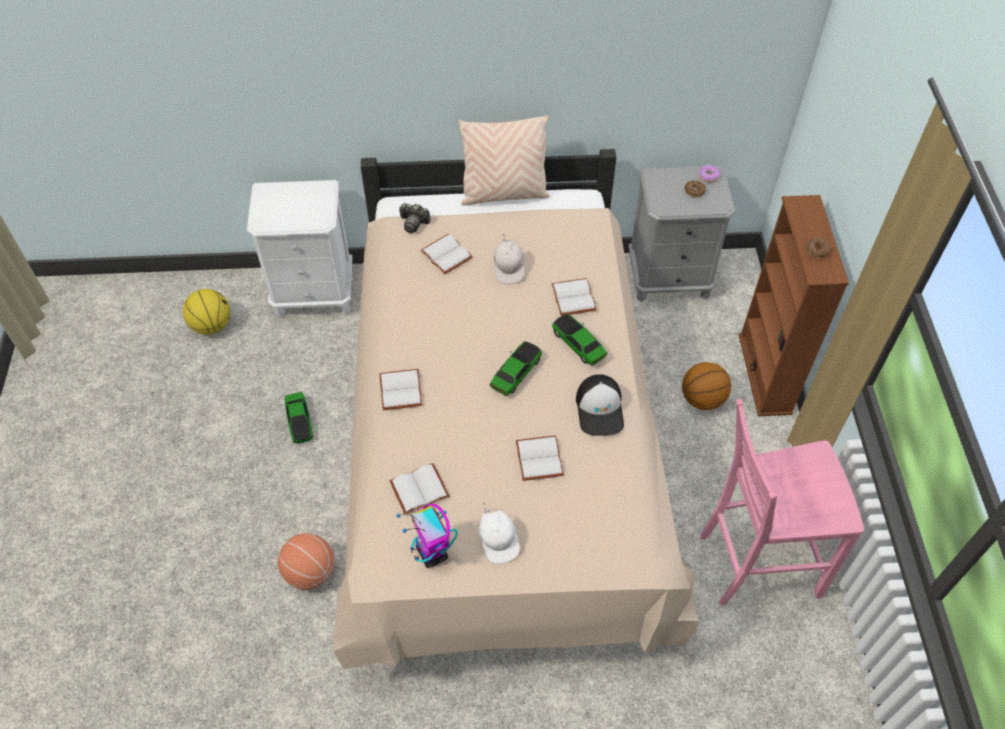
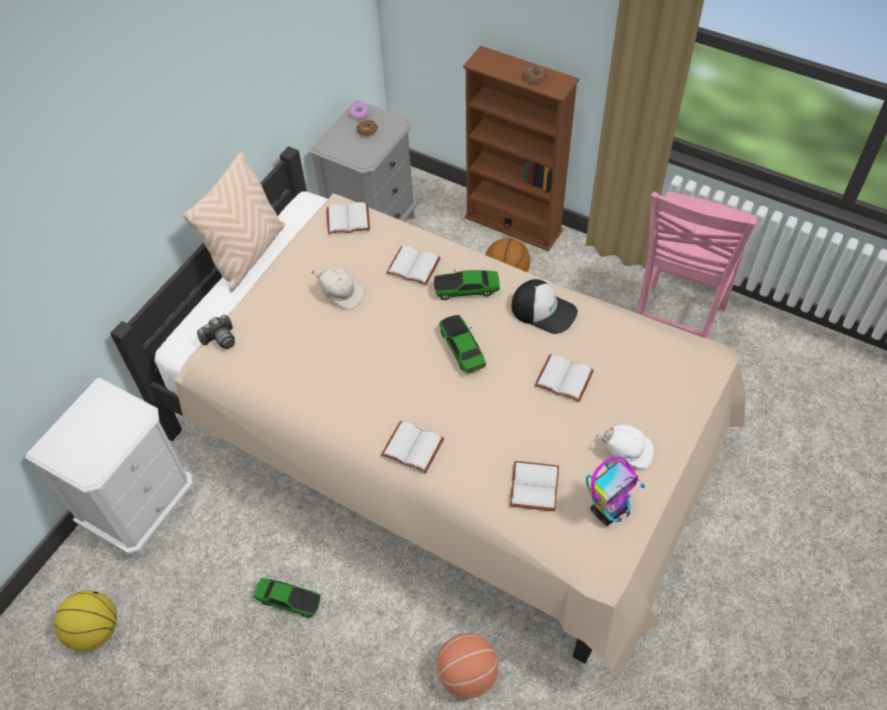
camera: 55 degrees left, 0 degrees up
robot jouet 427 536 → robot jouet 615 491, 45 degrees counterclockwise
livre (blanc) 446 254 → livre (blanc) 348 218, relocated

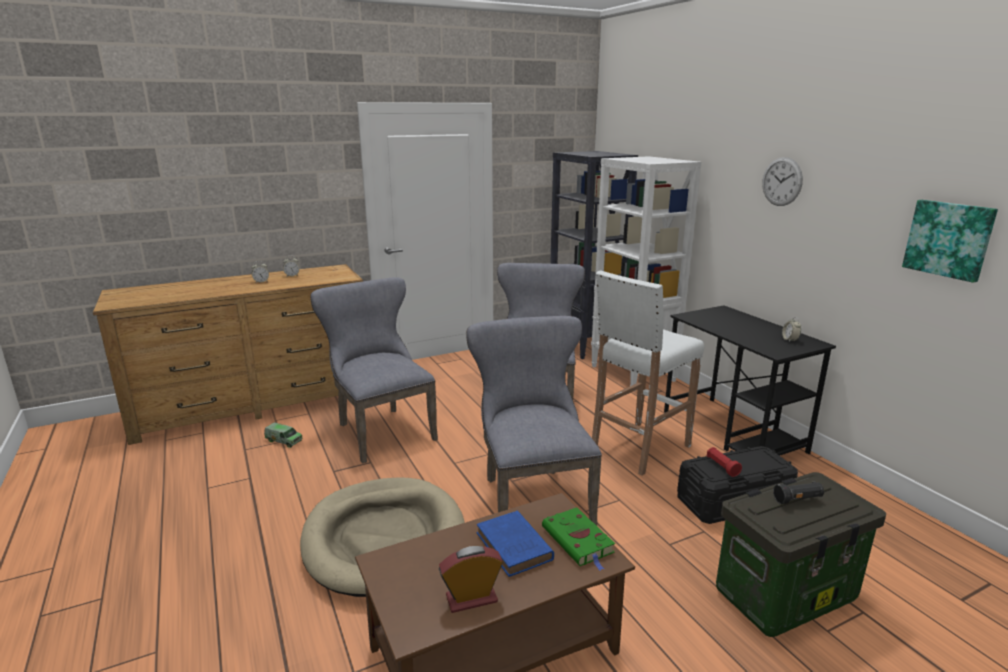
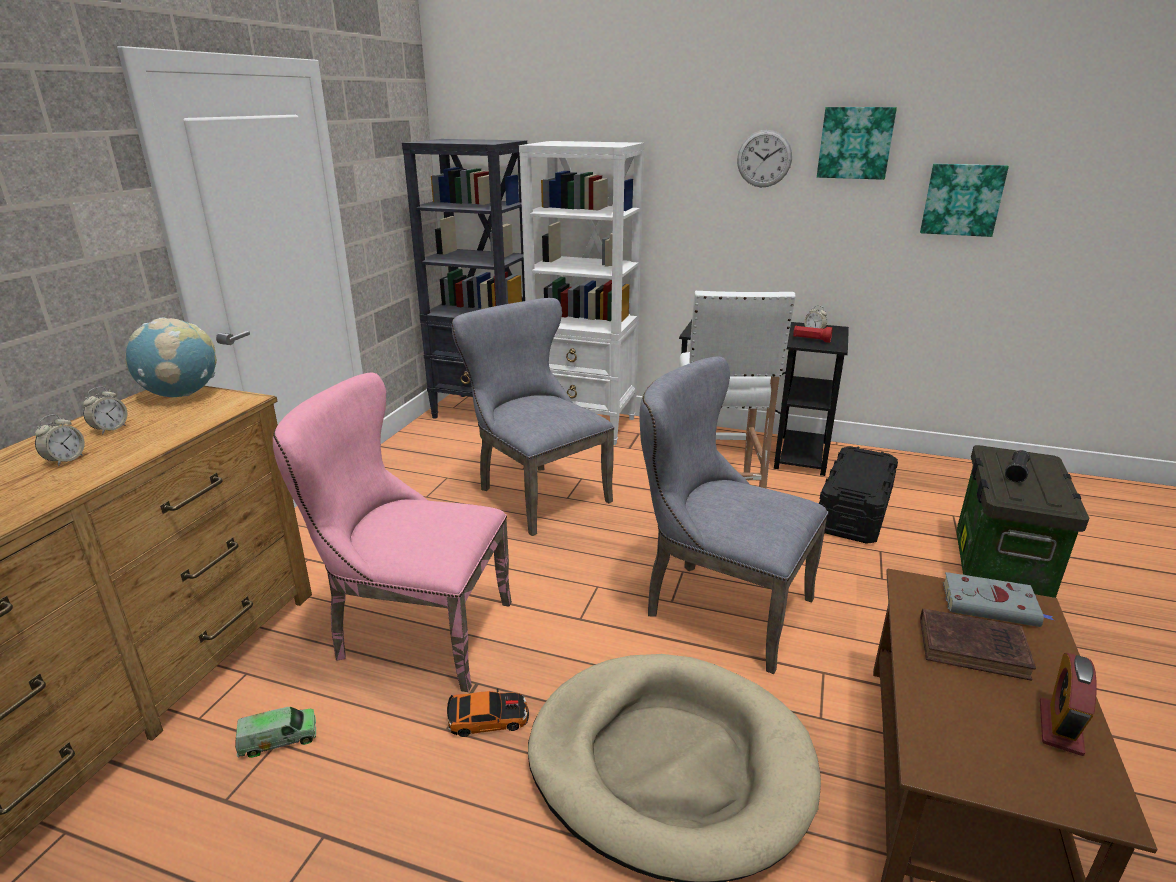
camera: 45 degrees left, 5 degrees up
chaise (gris) 374 370 → chaise (rose) 392 532
livre (bleu) 515 544 → livre (marron) 978 644
livre (vert) 578 539 → livre (gris) 998 599
lampe de poche (rouge) 724 462 → lampe de poche (rouge) 813 334, relocated
- → globe 171 357
- → petite voiture 488 713
- → tableau 857 143

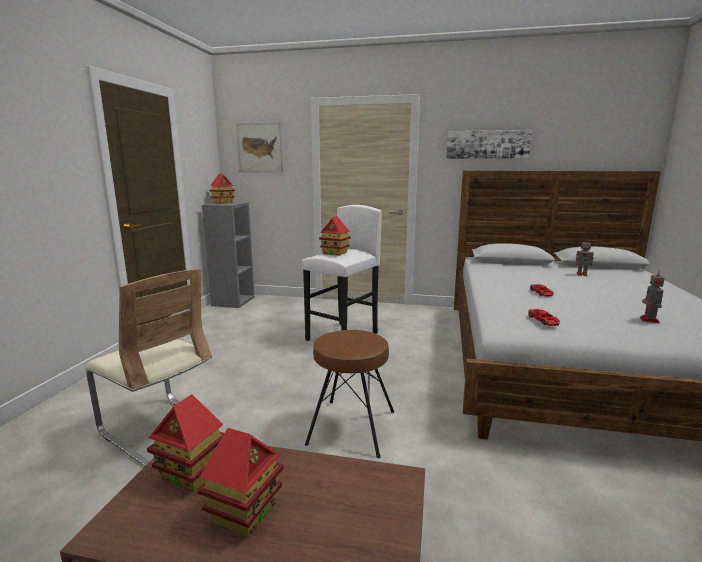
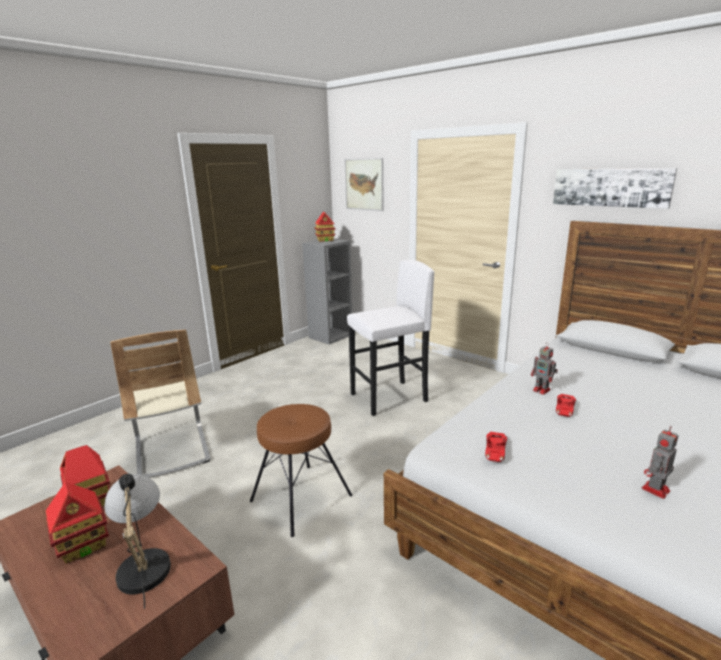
camera: 30 degrees right, 5 degrees up
maison miniature 335 236 → -
robot jouet 585 258 → robot jouet 544 368, relocated
- → lampe de table 138 541

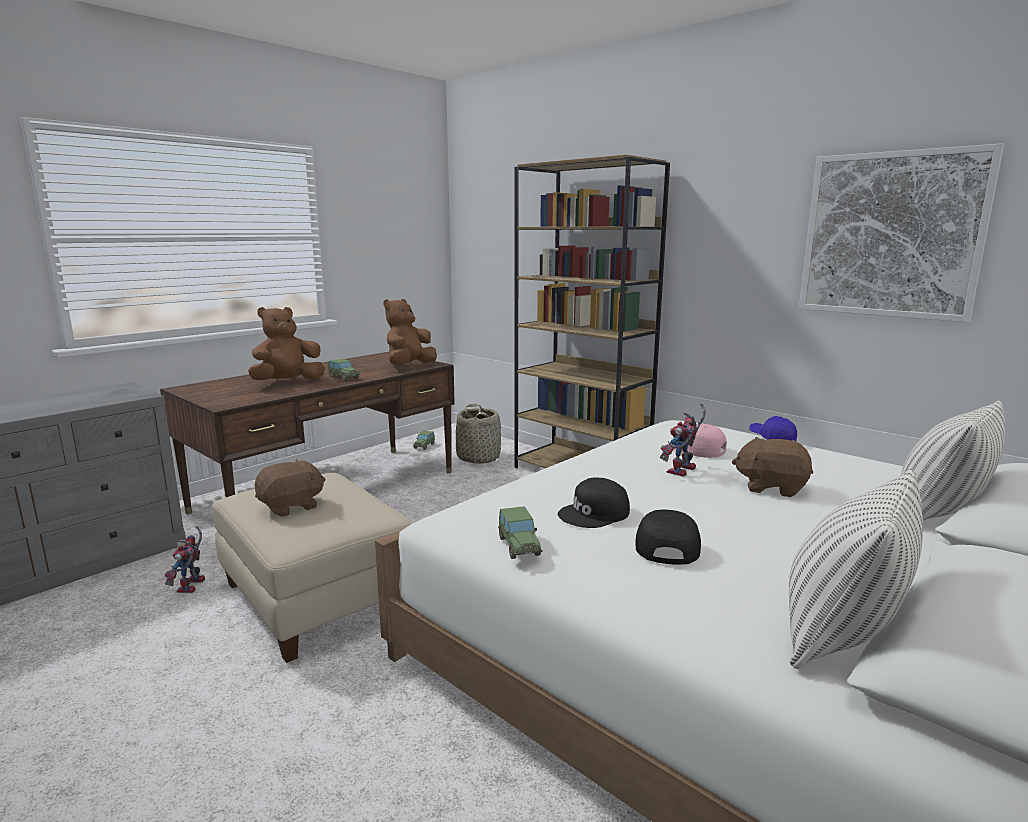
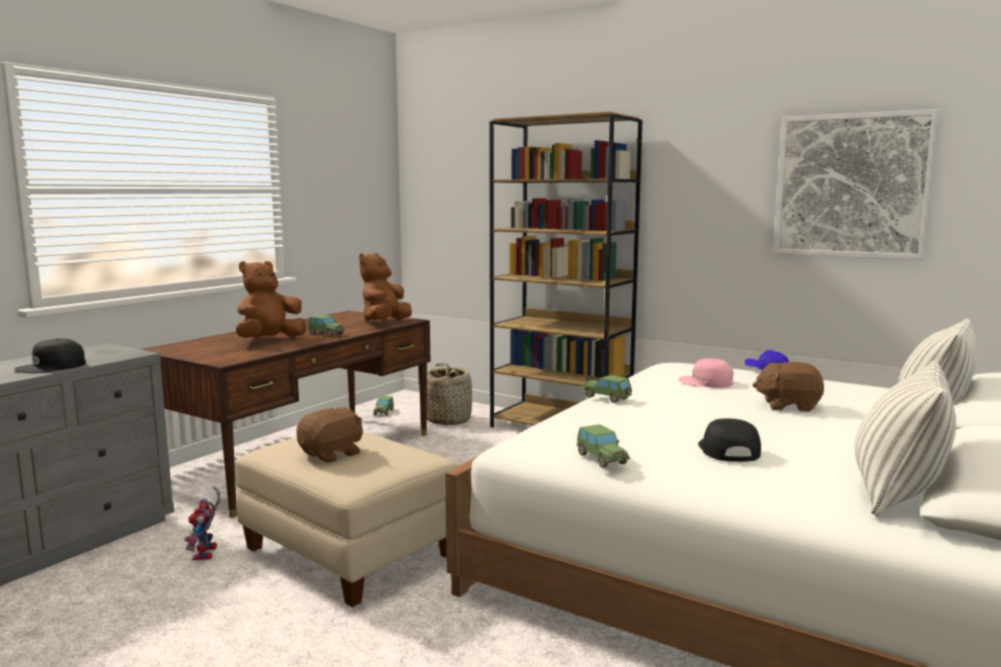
camera: 10 degrees left, 5 degrees down
casquette (noir) 594 503 → casquette (noir) 50 355, relocated
robot jouet 683 440 → -
- → petite voiture 607 389

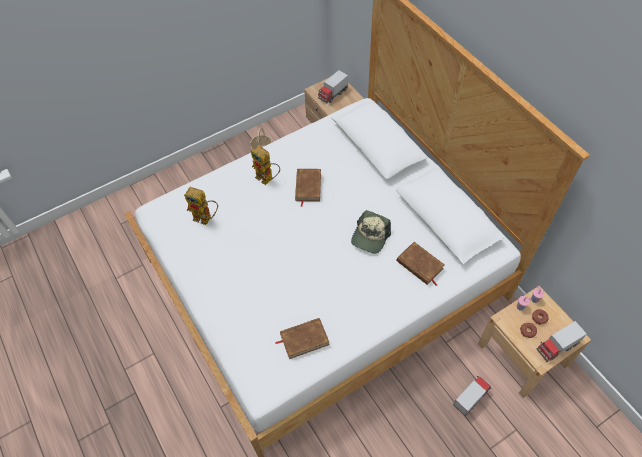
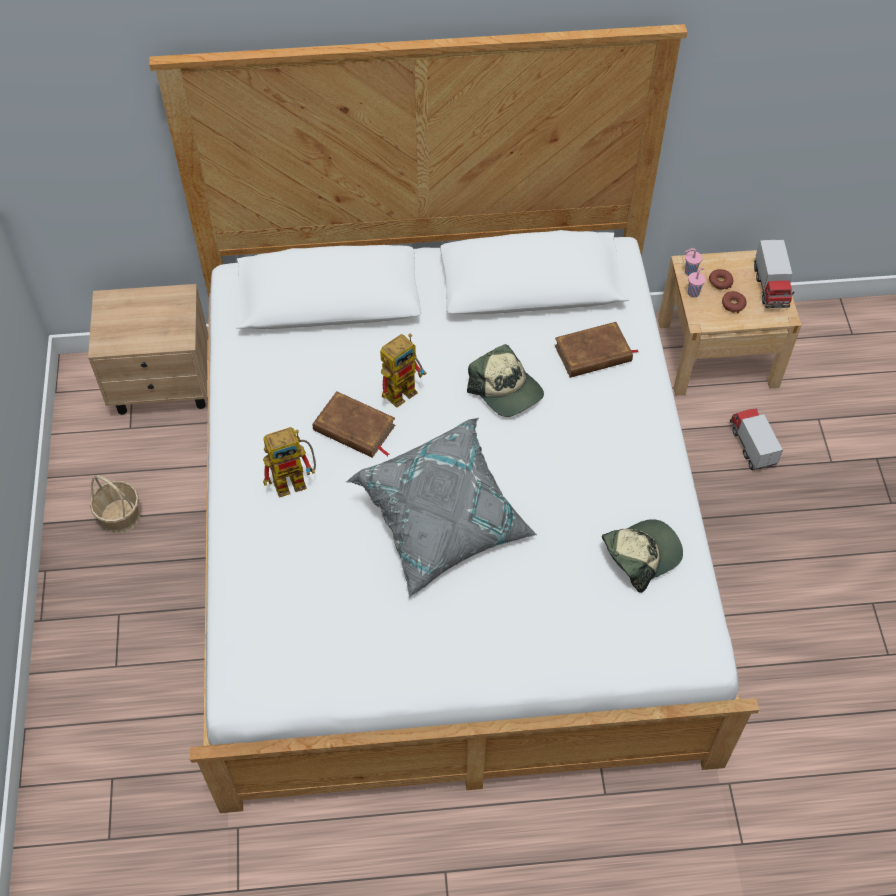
camera: 65 degrees left, 0 degrees up
robot jouet 201 206 → robot jouet 403 371, relocated
livre (marron) 302 338 → casquette 642 556
camion jouet 333 86 → -
- → coussin (gris) 441 508

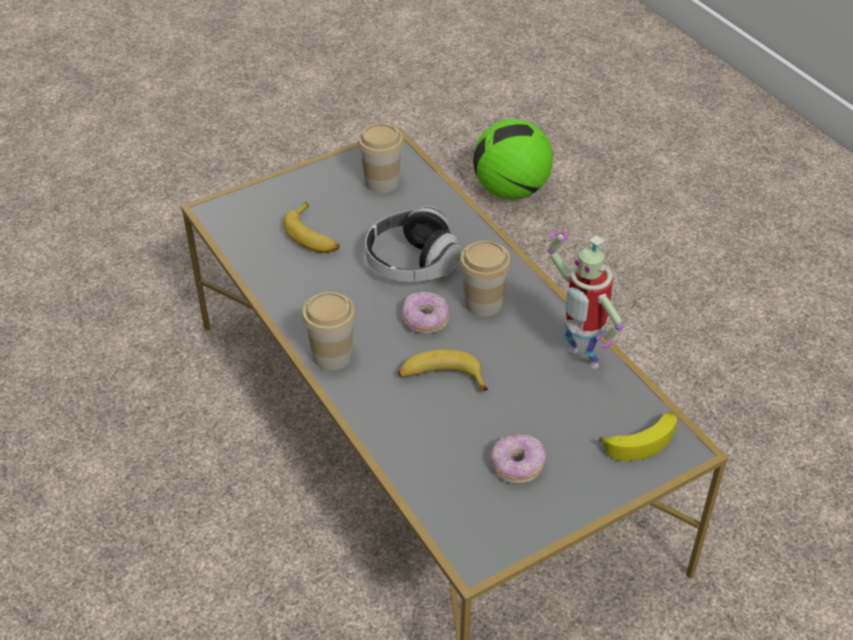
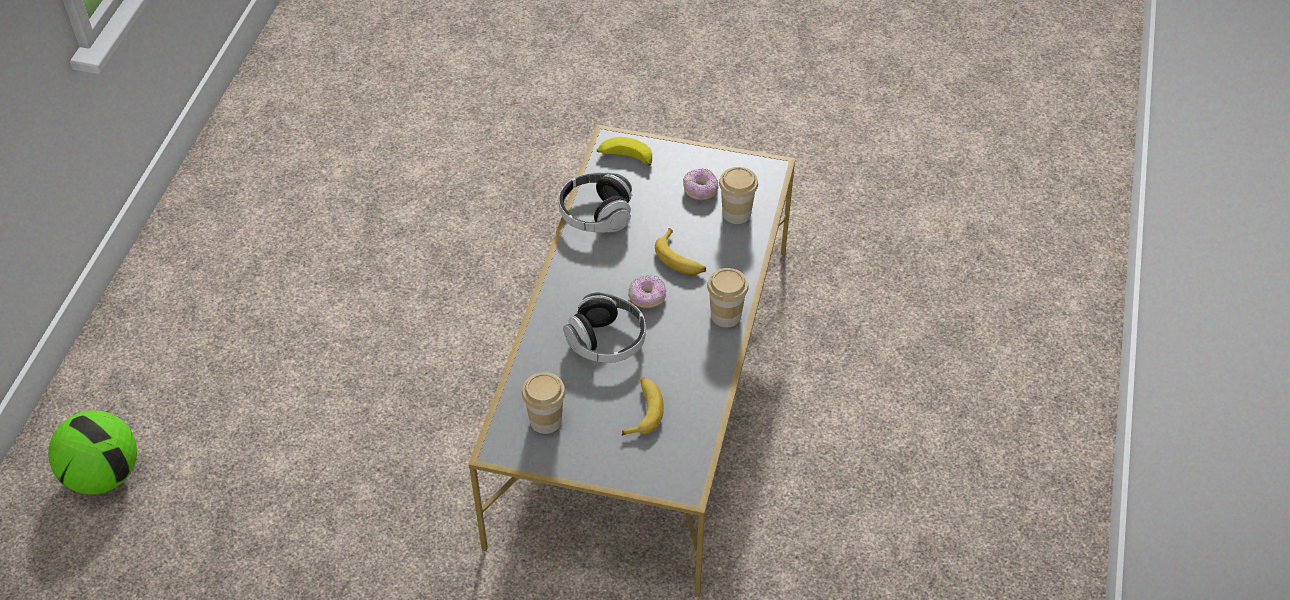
camera: 135 degrees left, 5 degrees up
tasse 485 279 → tasse 738 195, relocated
ballon de foot 513 159 → ballon de foot 92 452, relocated
robot jouet 585 299 → casque audio 596 202

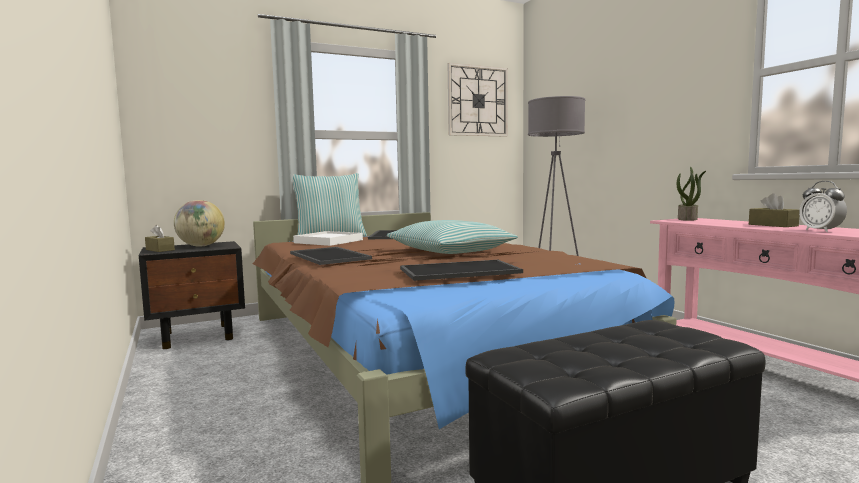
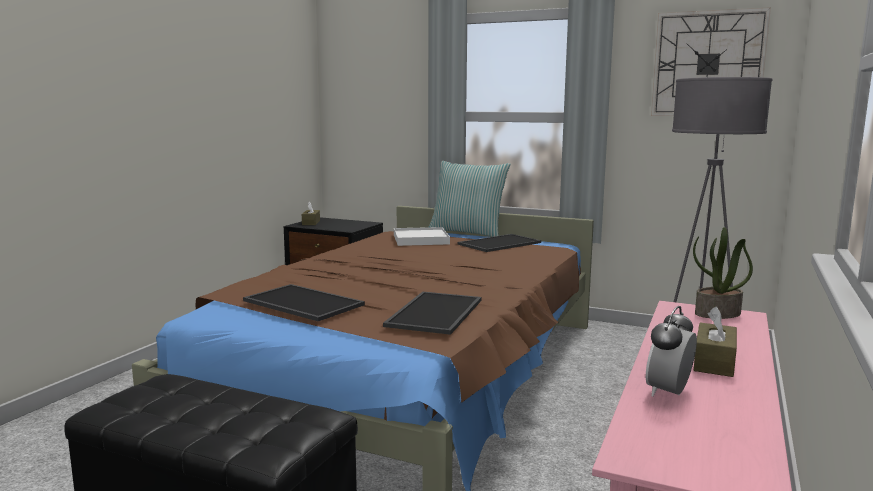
camera: 50 degrees right, 5 degrees up
globe 199 223 → -
plateau 331 256 → plateau 432 313, relocated
coussin 452 237 → -

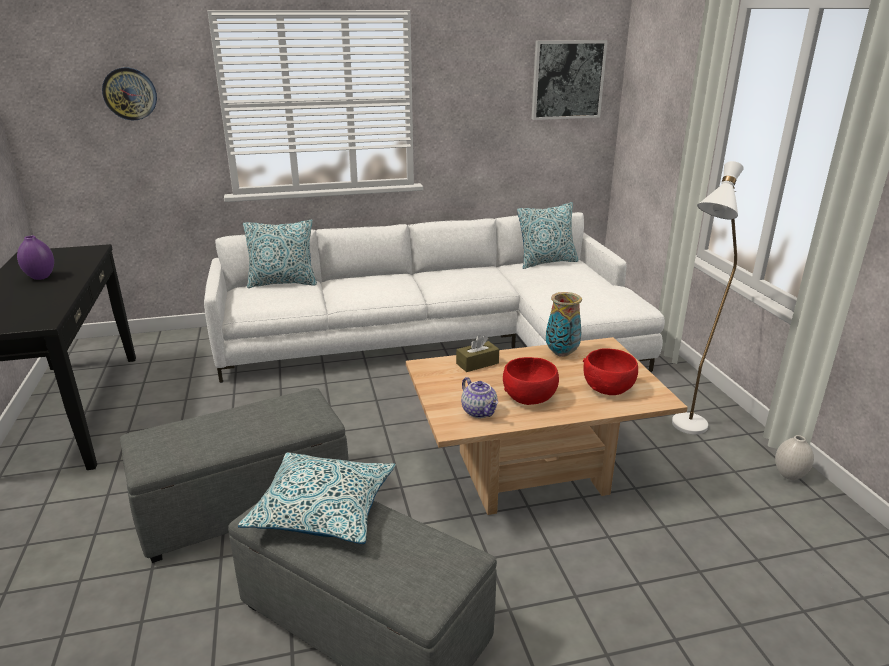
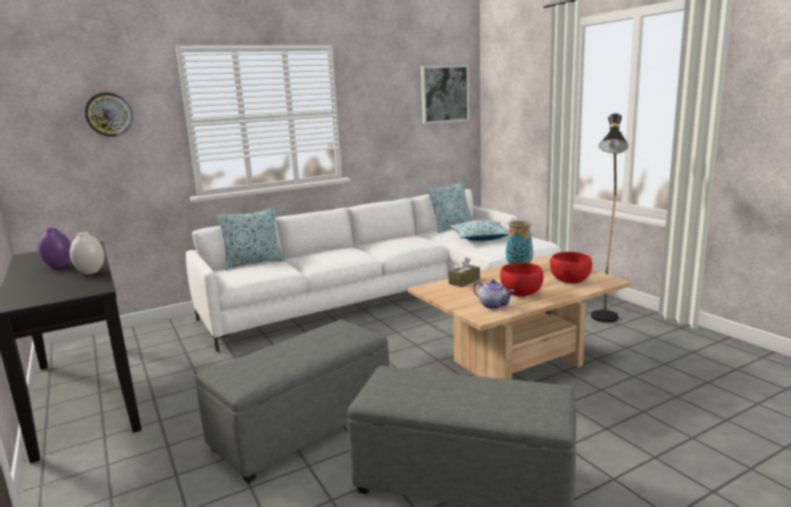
camera: 15 degrees left, 10 degrees down
coussin 317 498 → coussin 479 230, relocated
lampadaire (blanc) 708 298 → lampadaire (noir) 609 217
vase (blanc) 794 457 → vase (blanc) 87 253, relocated

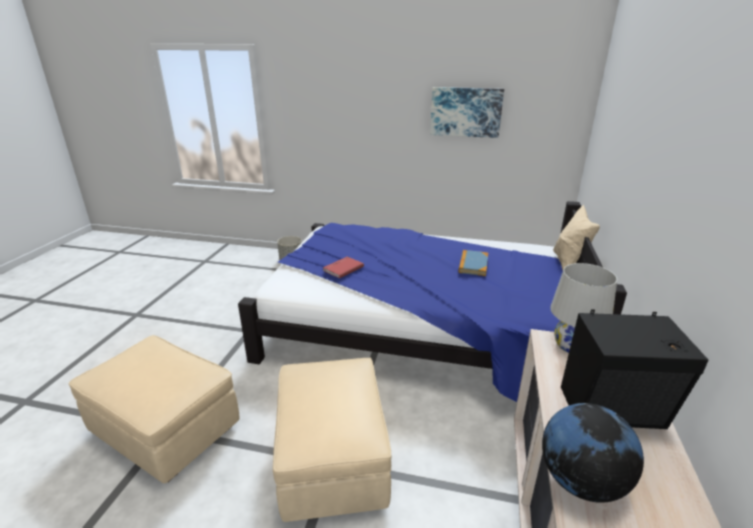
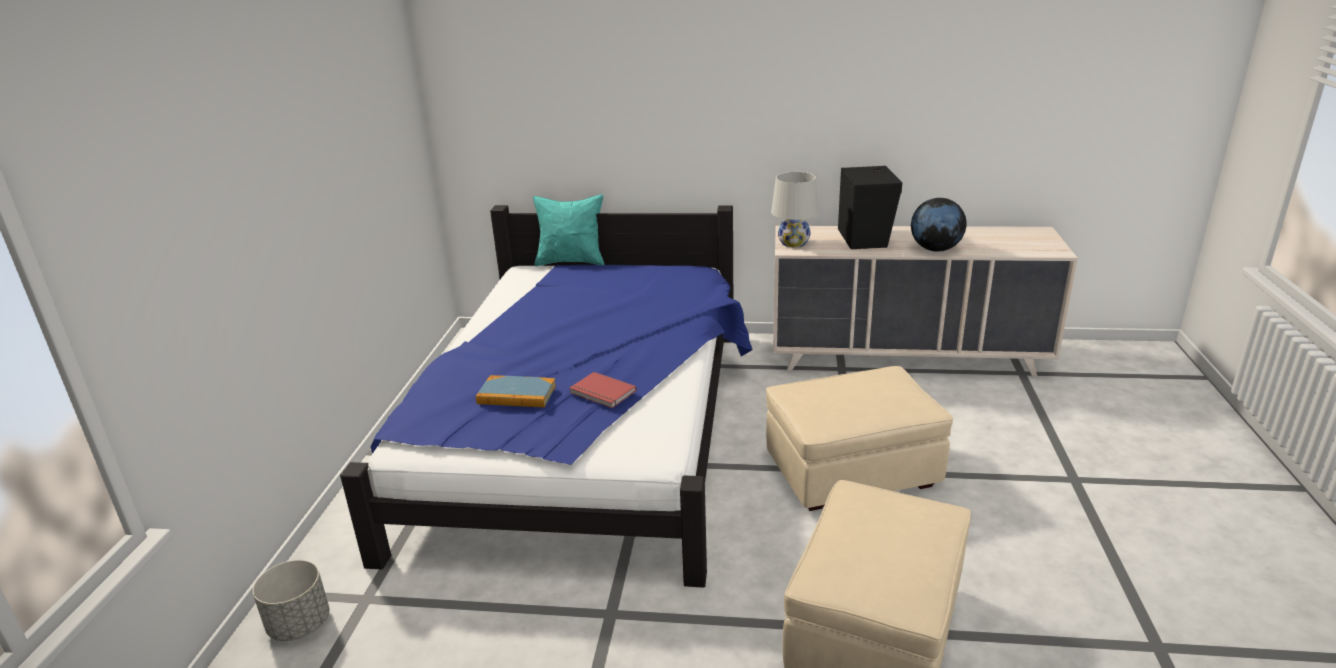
camera: 95 degrees left, 0 degrees up
tableau 467 112 → -
livre 473 263 → livre 516 391, relocated
coussin (beige) 576 237 → coussin (turquoise) 568 230

